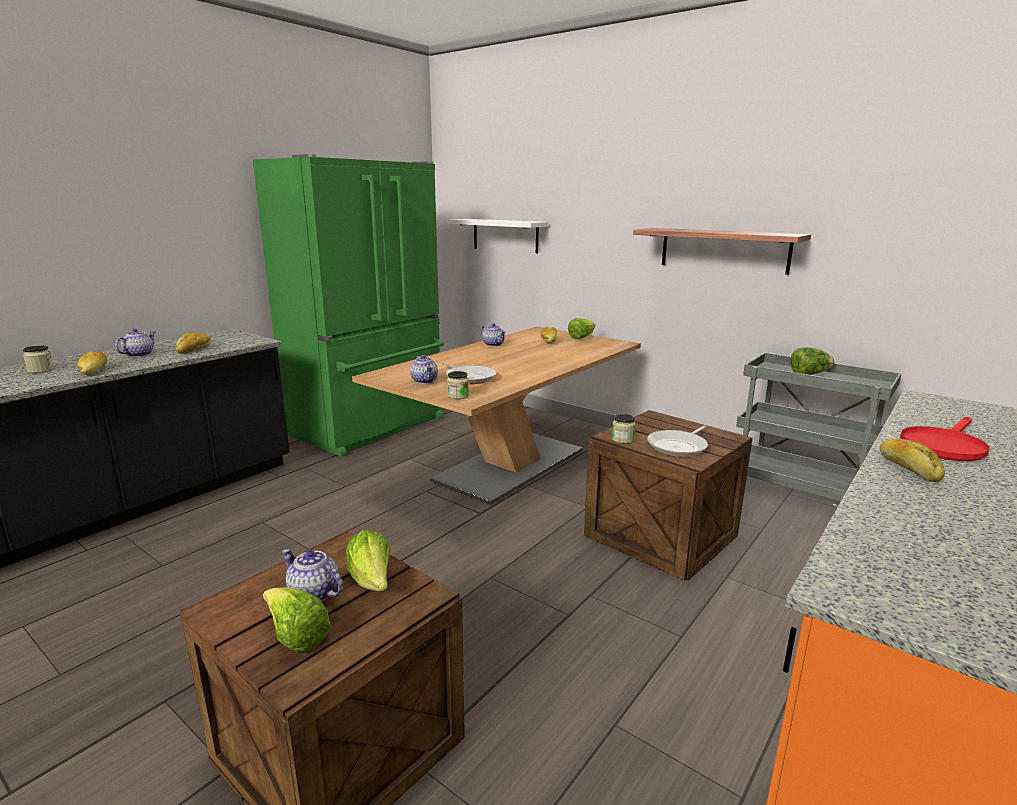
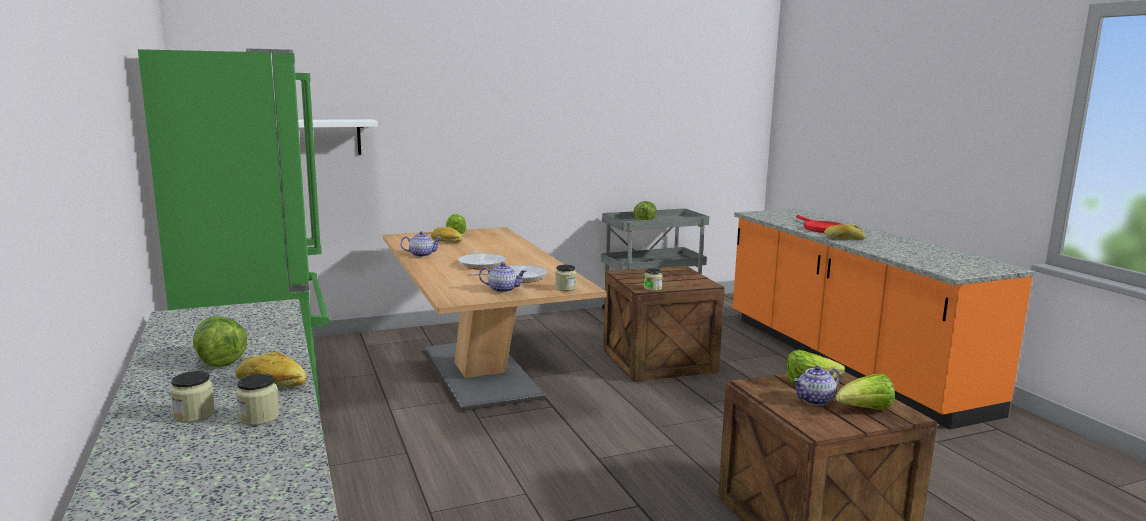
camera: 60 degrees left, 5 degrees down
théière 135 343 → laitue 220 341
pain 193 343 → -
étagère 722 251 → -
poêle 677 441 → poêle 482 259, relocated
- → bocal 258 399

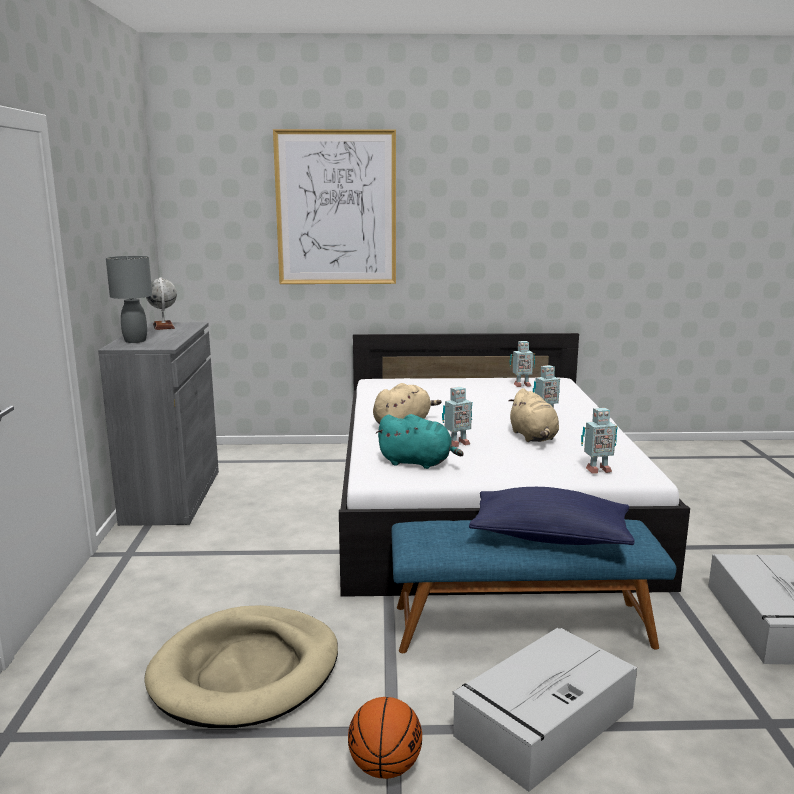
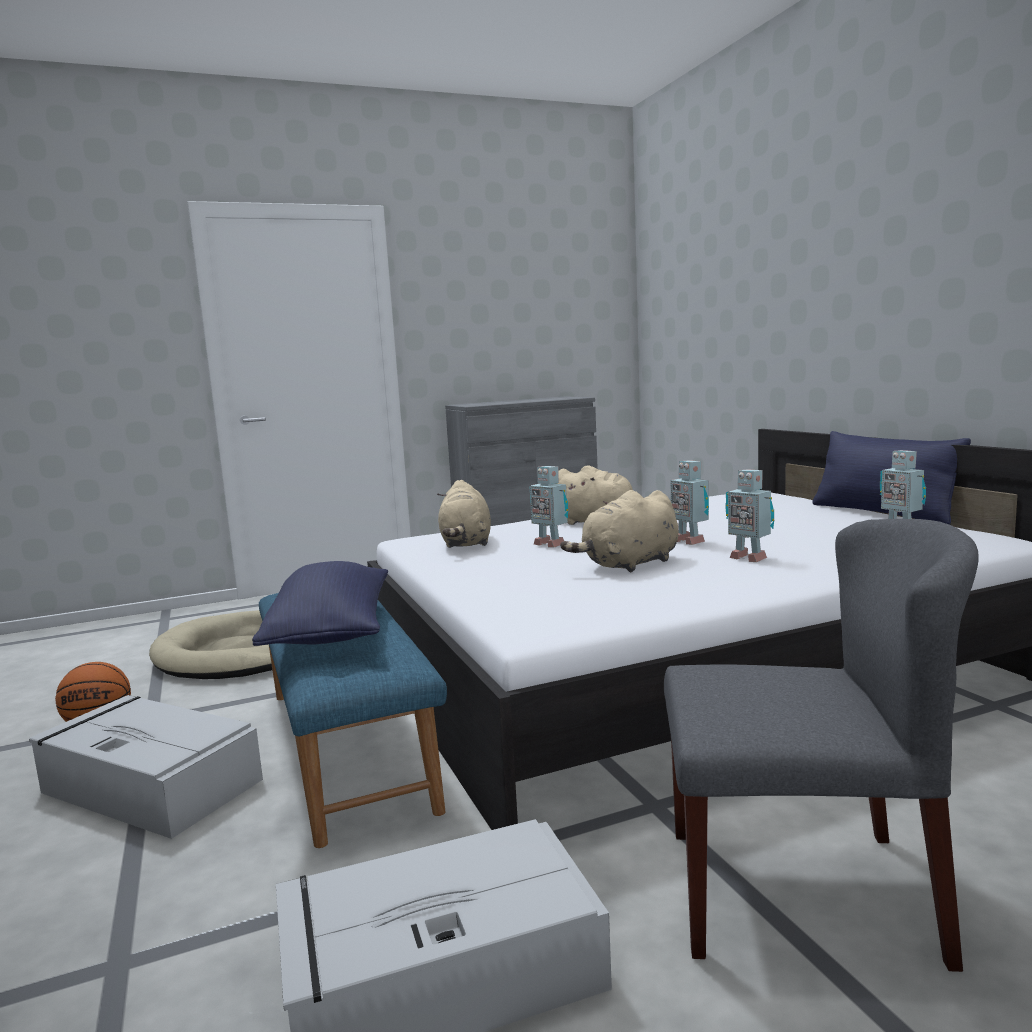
camera: 70 degrees right, 5 degrees down
lampe de table (gris) 129 299 → -
globe 161 303 → -
tableau 334 206 → -
peluche (turquoise) 420 441 → peluche (beige) 464 514
robot jouet 599 441 → robot jouet 689 502, relocated
- → chaise (gris) 821 745
- → coussin (bleu) 892 478

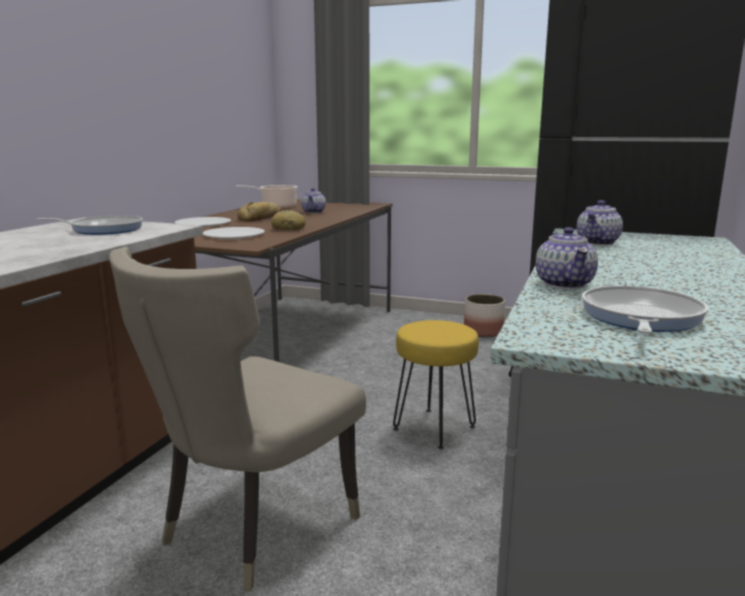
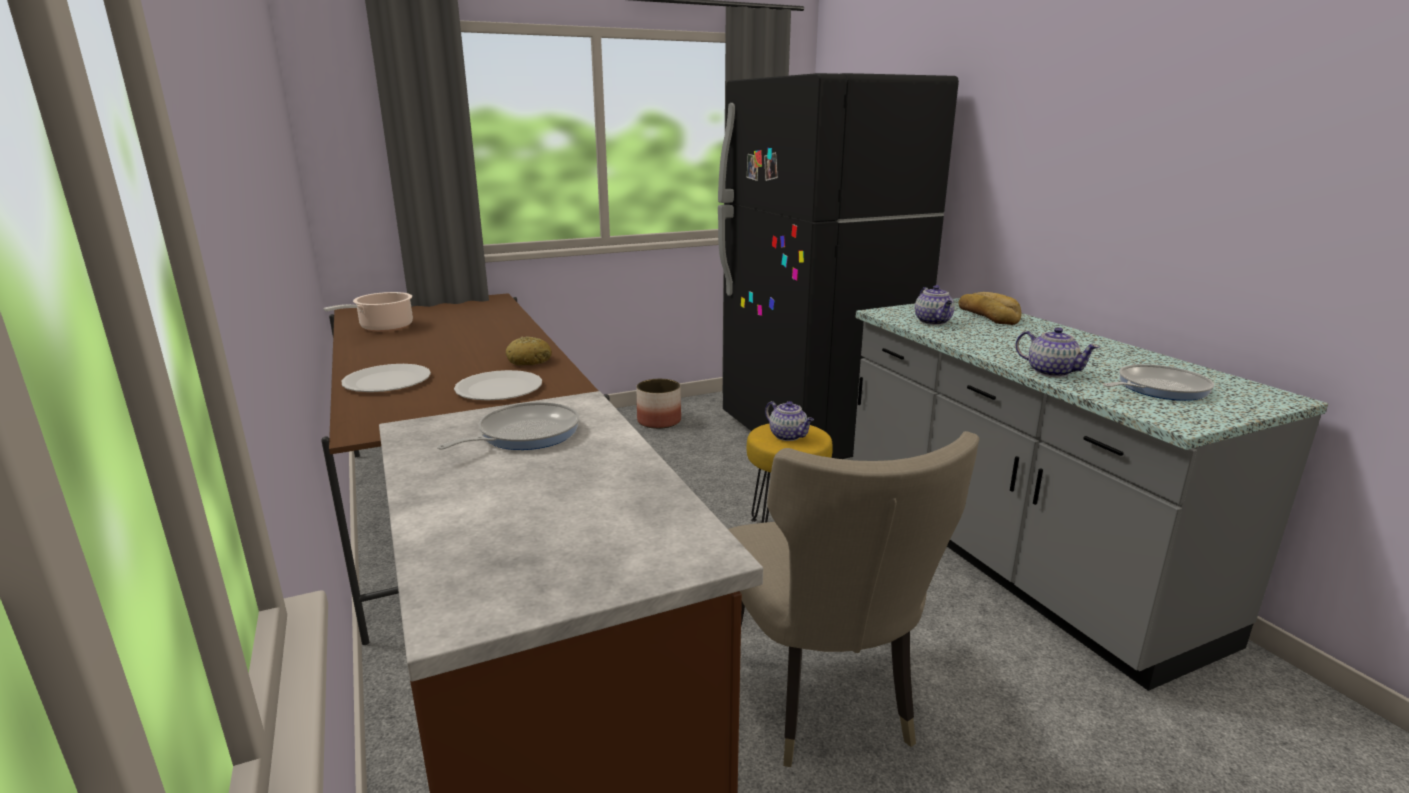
camera: 45 degrees left, 5 degrees up
pain 259 212 → pain 990 308, relocated
théière 313 200 → théière 789 421, relocated
poêle 645 310 → poêle 1158 382, 90 degrees clockwise

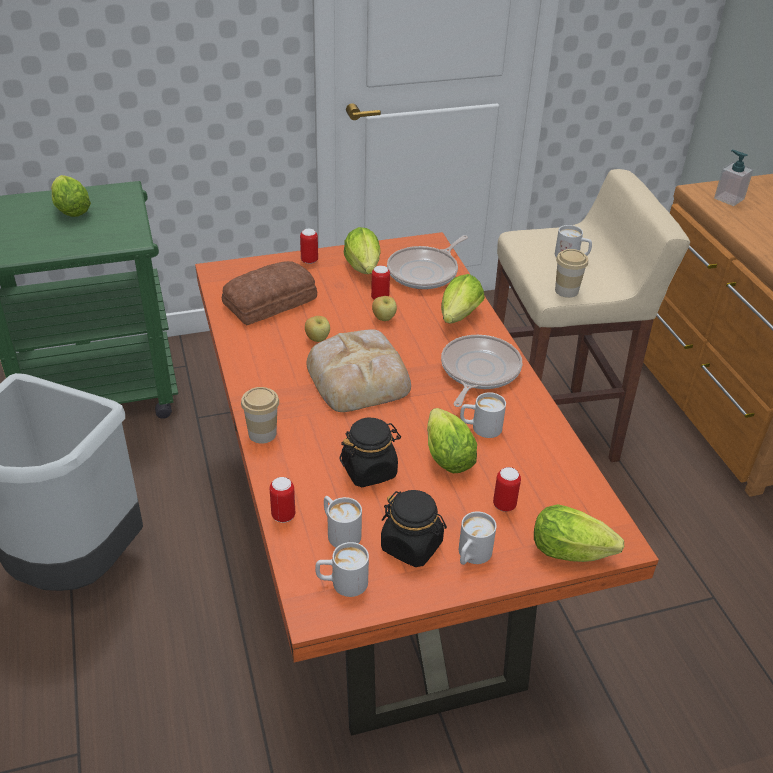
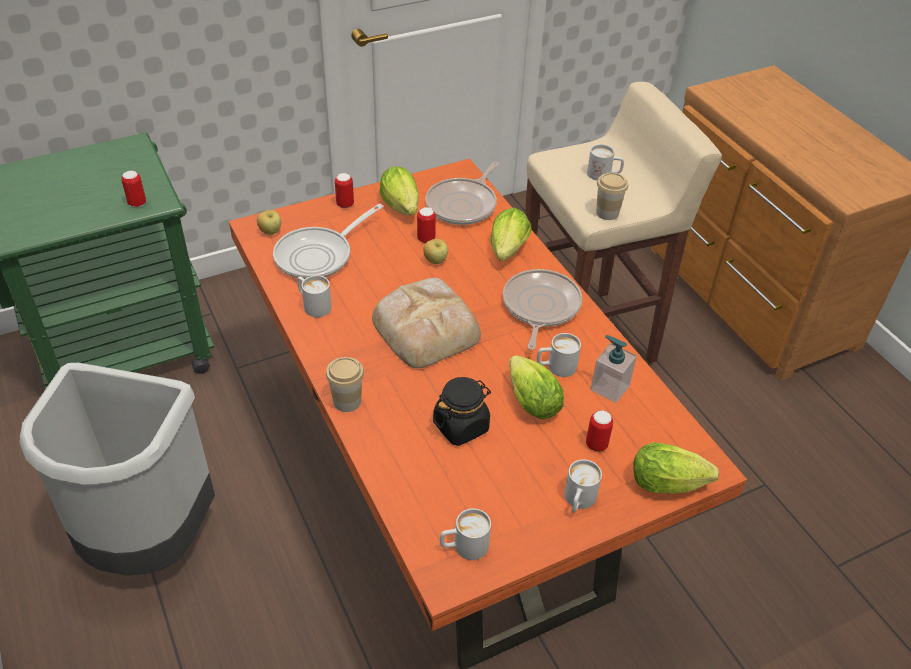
camera: 10 degrees left, 5 degrees up
laitue 71 196 → -
pain 269 293 → poêle 328 241
boîte métallique 282 500 → boîte métallique 133 189, relocated
pomme 317 329 → pomme 269 222, relocated
mug (blanc) 343 522 → mug (blanc) 314 296, relocated
bocal (noir) 414 528 → -
distributeur de savon 734 178 → distributeur de savon 613 369, relocated

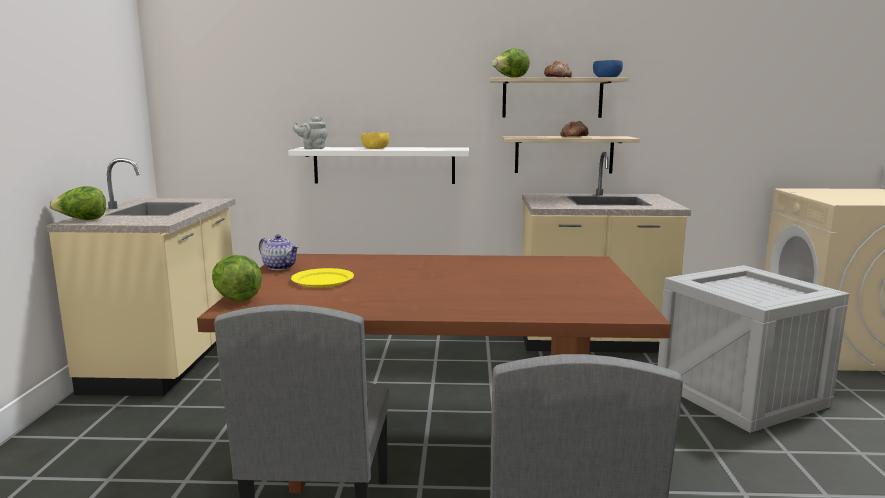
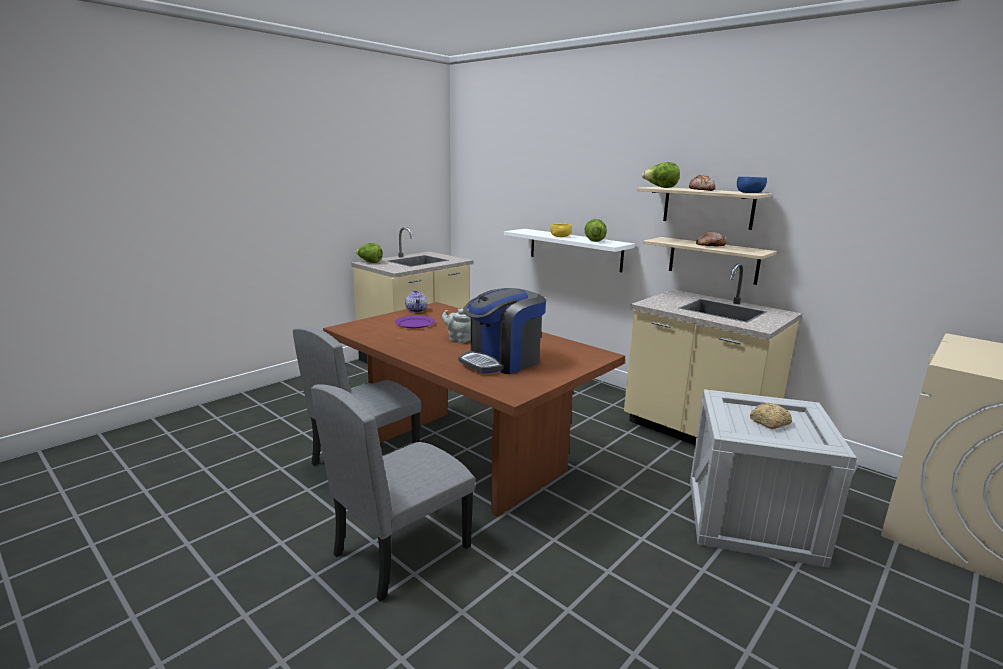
camera: 40 degrees right, 5 degrees up
laitue 237 278 → laitue 596 230, relocated
assiette (jaune) 322 277 → assiette (violet) 415 322
théière (gris) 310 133 → théière (gris) 456 325, relocated
- → machine à café 502 331
- → pain 771 416

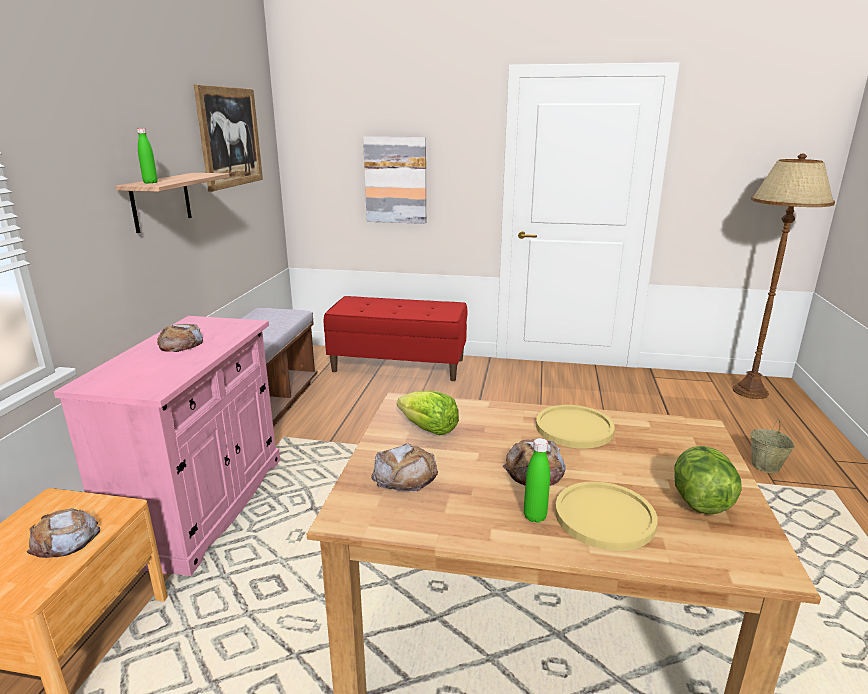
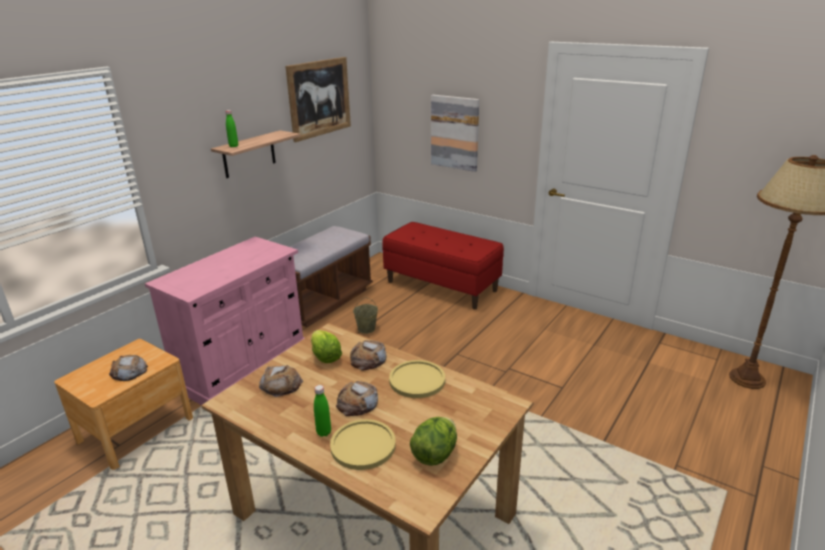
camera: 25 degrees right, 5 degrees up
pain 180 338 → pain 368 355, relocated
seau (beige) 773 446 → seau (beige) 365 315, relocated

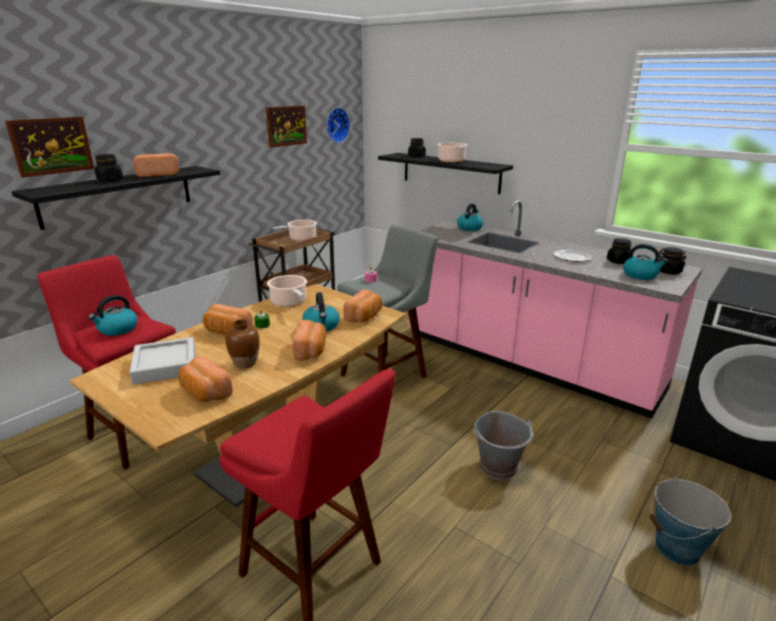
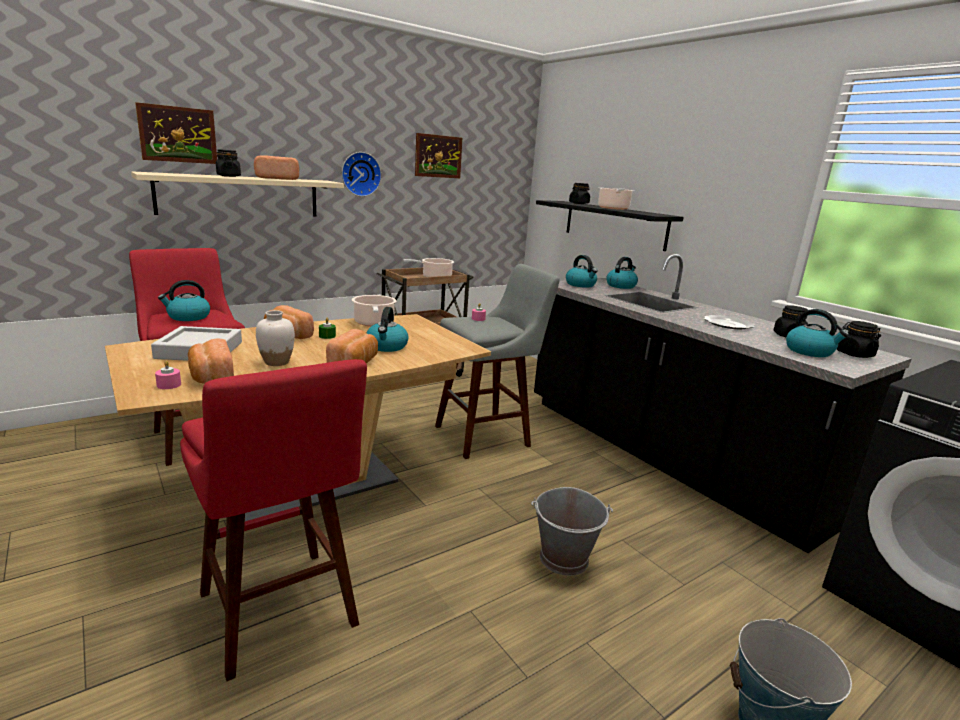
camera: 15 degrees right, 5 degrees down
étagère (noir) 116 198 → étagère (beige) 237 193
vase (marron) 242 344 → vase (blanc) 275 338
horloge murale 338 125 → horloge murale 362 174, relocated
pain 362 305 → -
comptoir de cuisine (rose) 555 309 → comptoir de cuisine (noir) 723 403
- → bougie (rose) 168 375
- → bouilloire 581 271

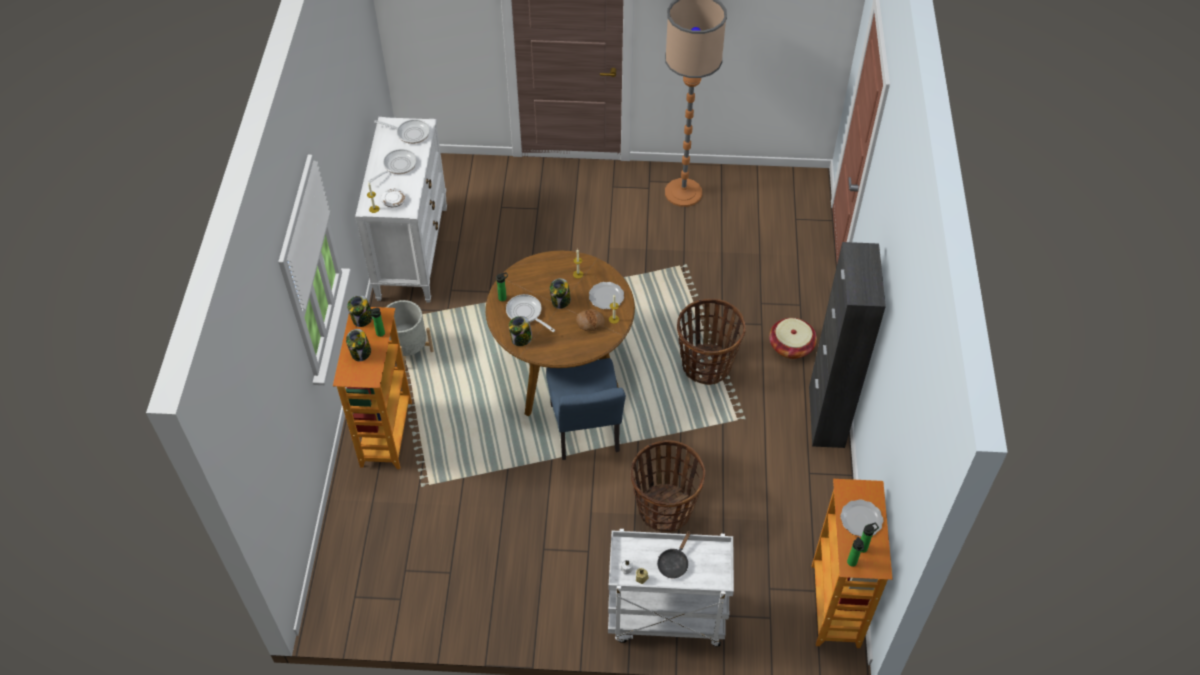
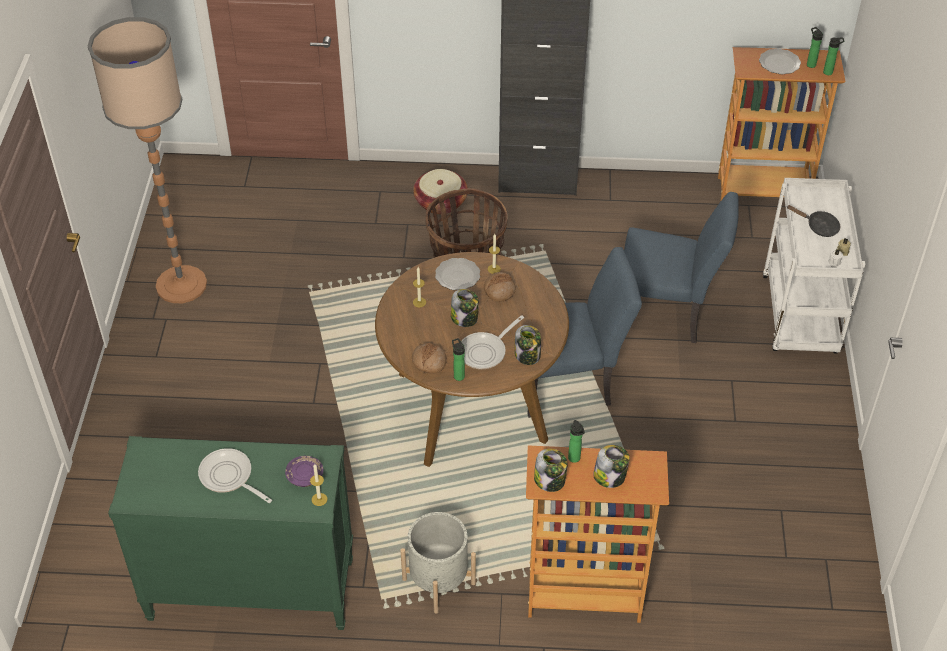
camera: 90 degrees left, 5 degrees down
commode (blanc) 401 209 → commode (vert) 230 533
poêle 402 131 → -
assiette (blanc) 393 197 → assiette (violet) 304 471
panier 668 486 → chaise (bleu) 681 267
- → pain 429 358

